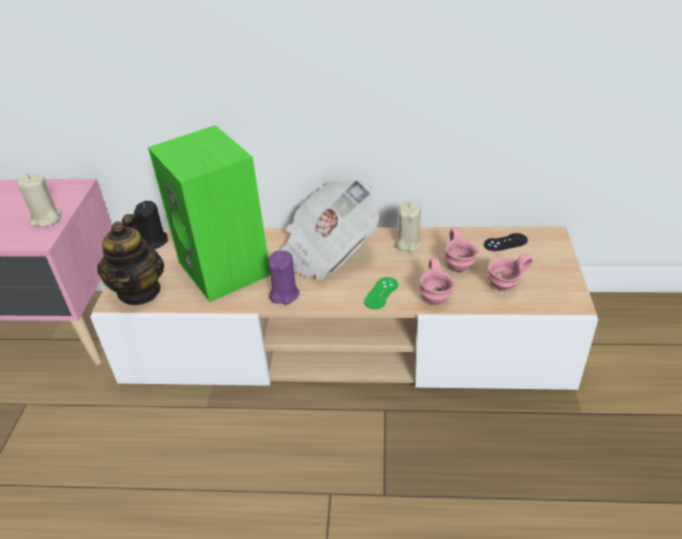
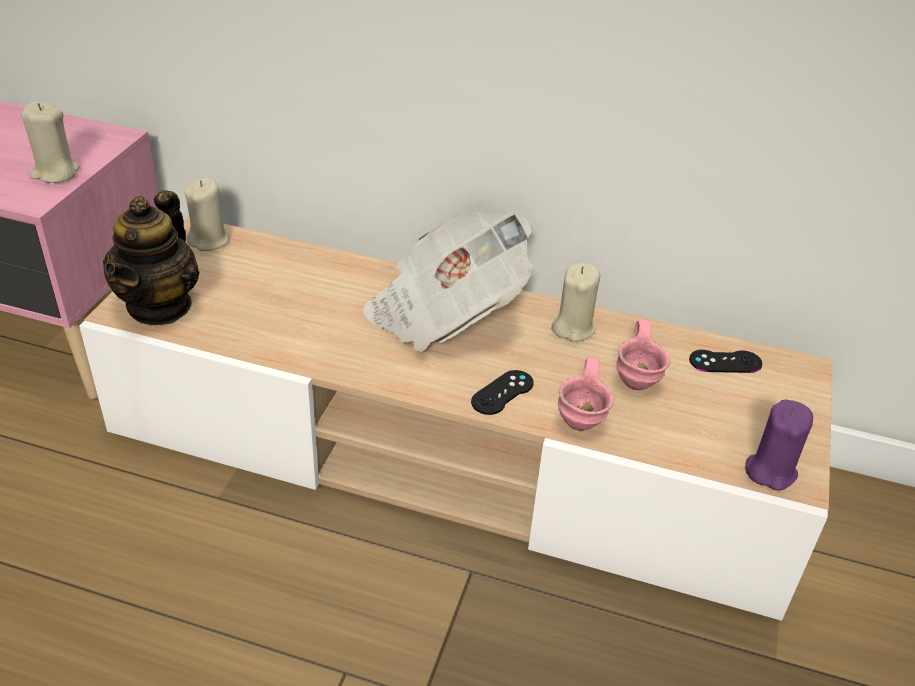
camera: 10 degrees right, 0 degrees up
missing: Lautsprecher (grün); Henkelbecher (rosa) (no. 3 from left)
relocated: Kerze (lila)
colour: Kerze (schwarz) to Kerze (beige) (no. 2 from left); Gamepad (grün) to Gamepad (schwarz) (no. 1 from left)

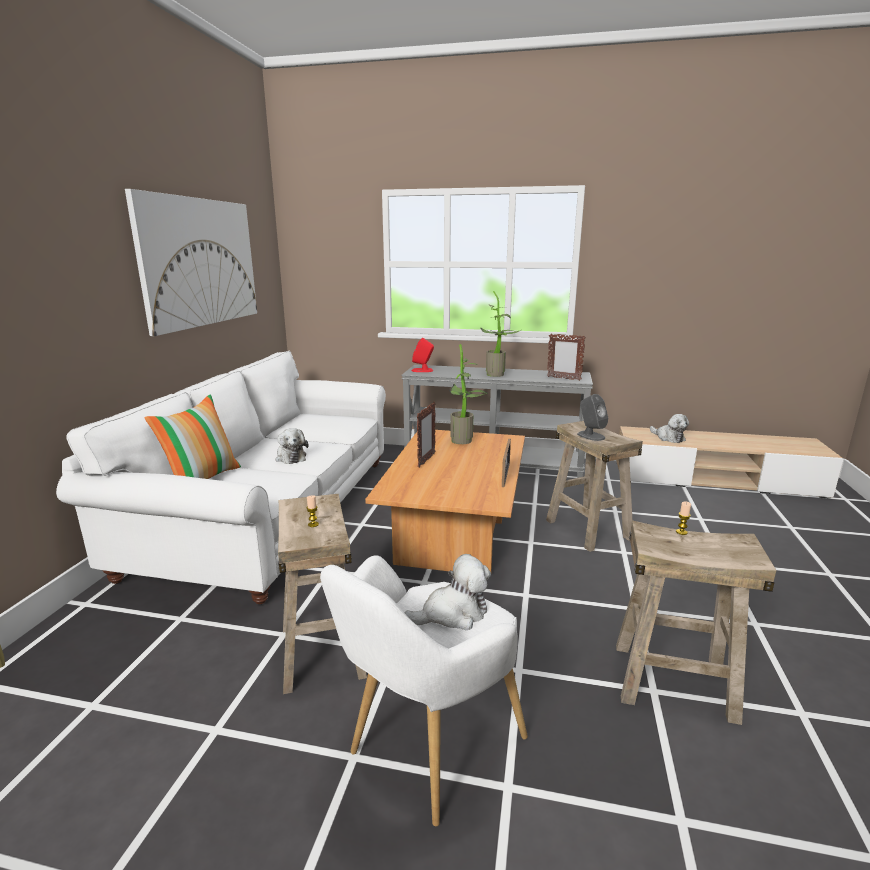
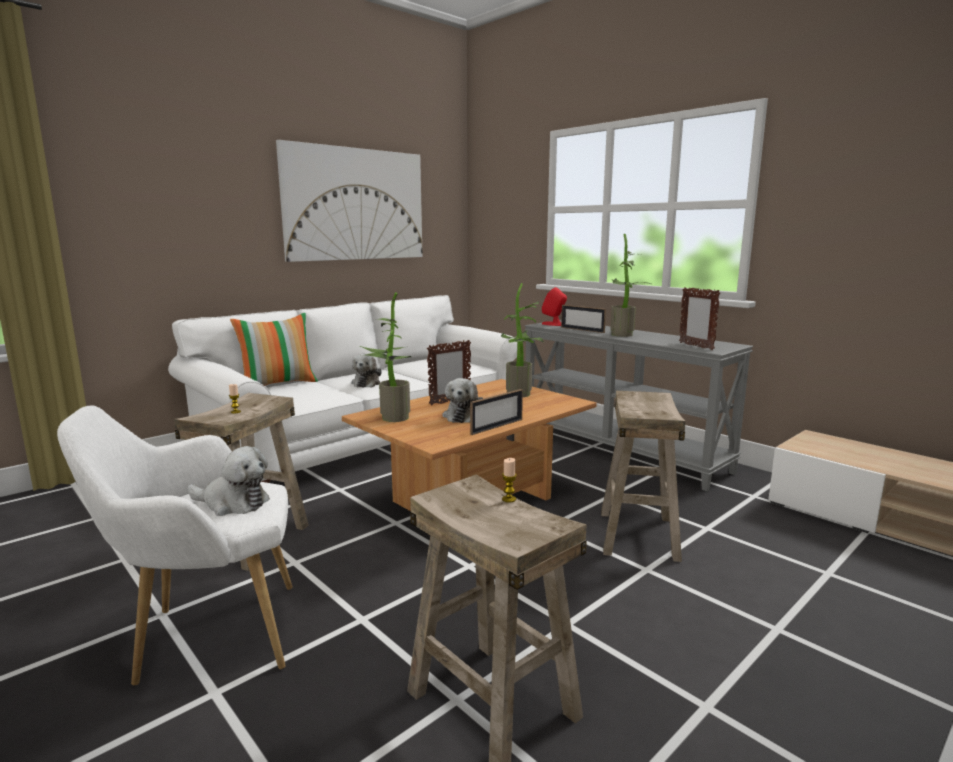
camera: 35 degrees right, 5 degrees down
missing: Lautsprecher (grau)
appeared: Topfpflanze (no. 1 from left); Bilderrahmen (no. 3 from left)
relocated: Plüschtier (no. 3 from left)

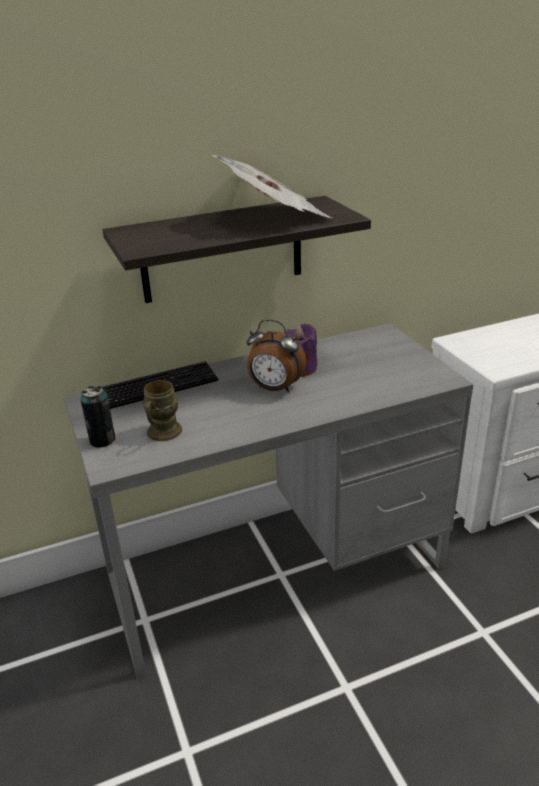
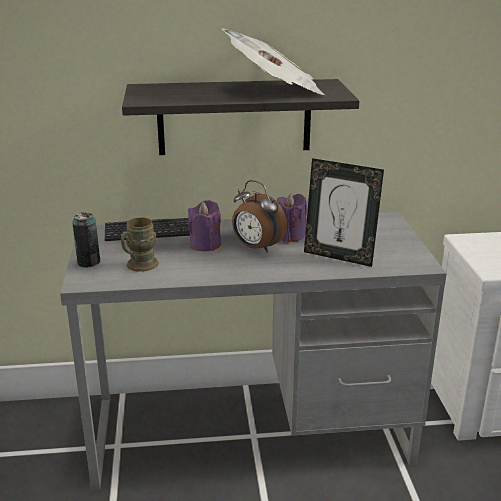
camera: 15 degrees right, 5 degrees down
appeared: Kerze (lila) (no. 1 from left); Bilderrahmen

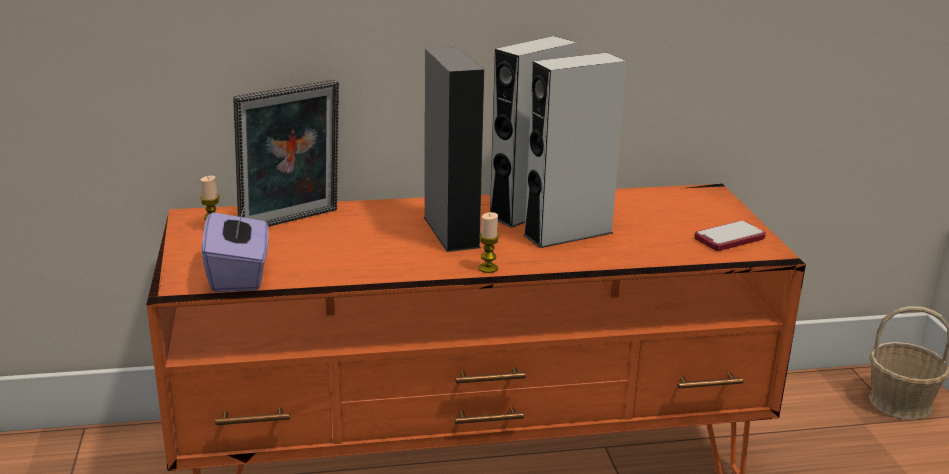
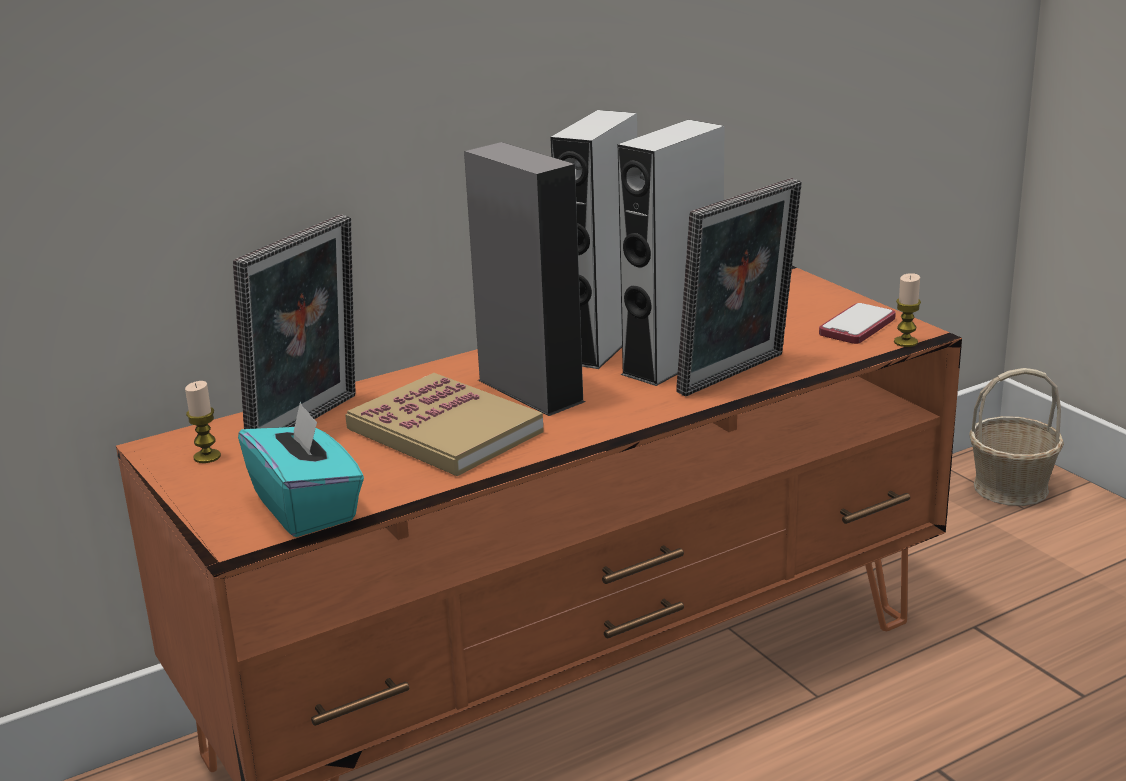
camera: 20 degrees left, 0 degrees up
appeared: Buch; Bilderrahmen (no. 2 from left)
relocated: Kerze (no. 2 from left)
colour: Taschentuchbox (lila) to Taschentuchbox (türkis)

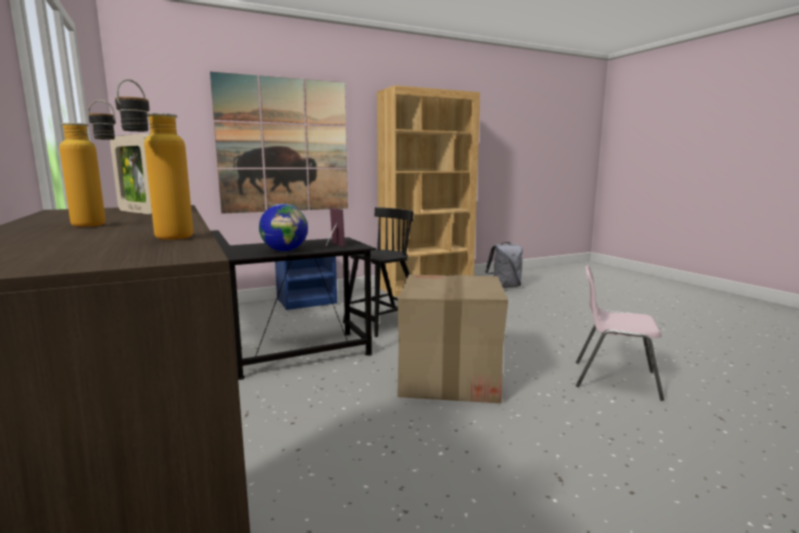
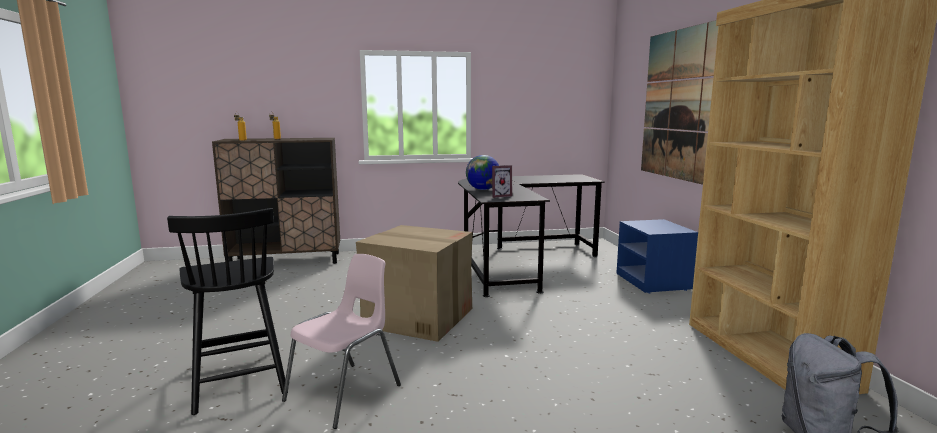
camera: 105 degrees right, 0 degrees up
missing: Bilderrahmen (no. 1 from left)
relocated: Stuhl (schwarz)

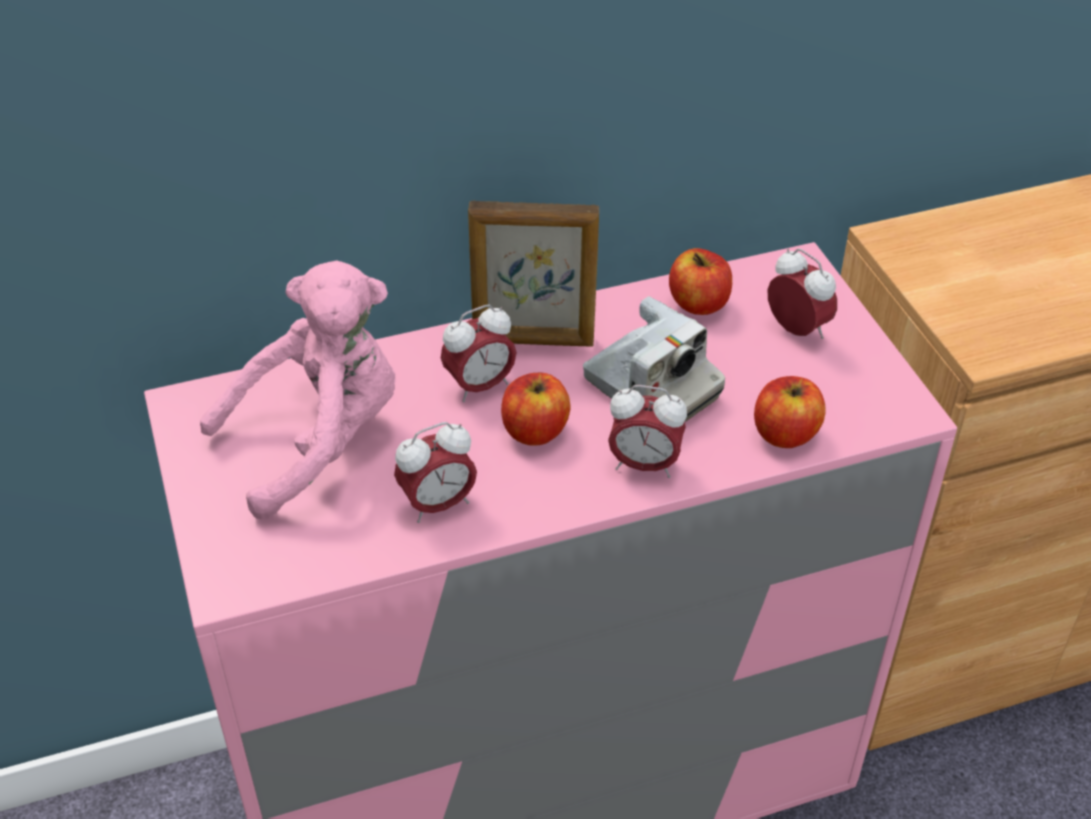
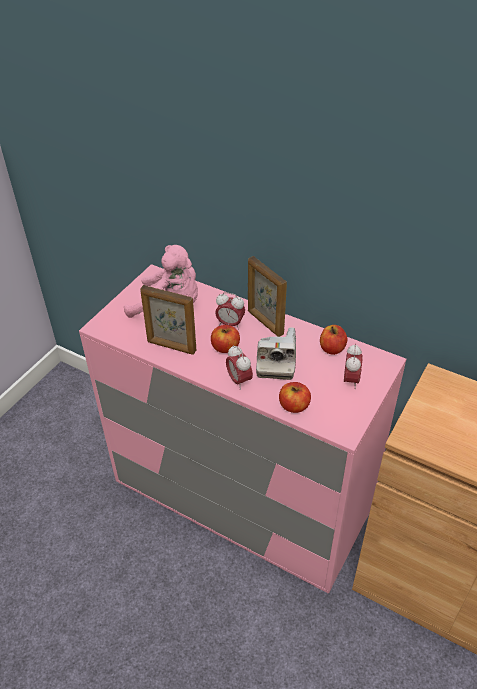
camera: 50 degrees right, 0 degrees up
exchanged: Wecker (no. 1 from left) to Bilderrahmen (no. 1 from left)

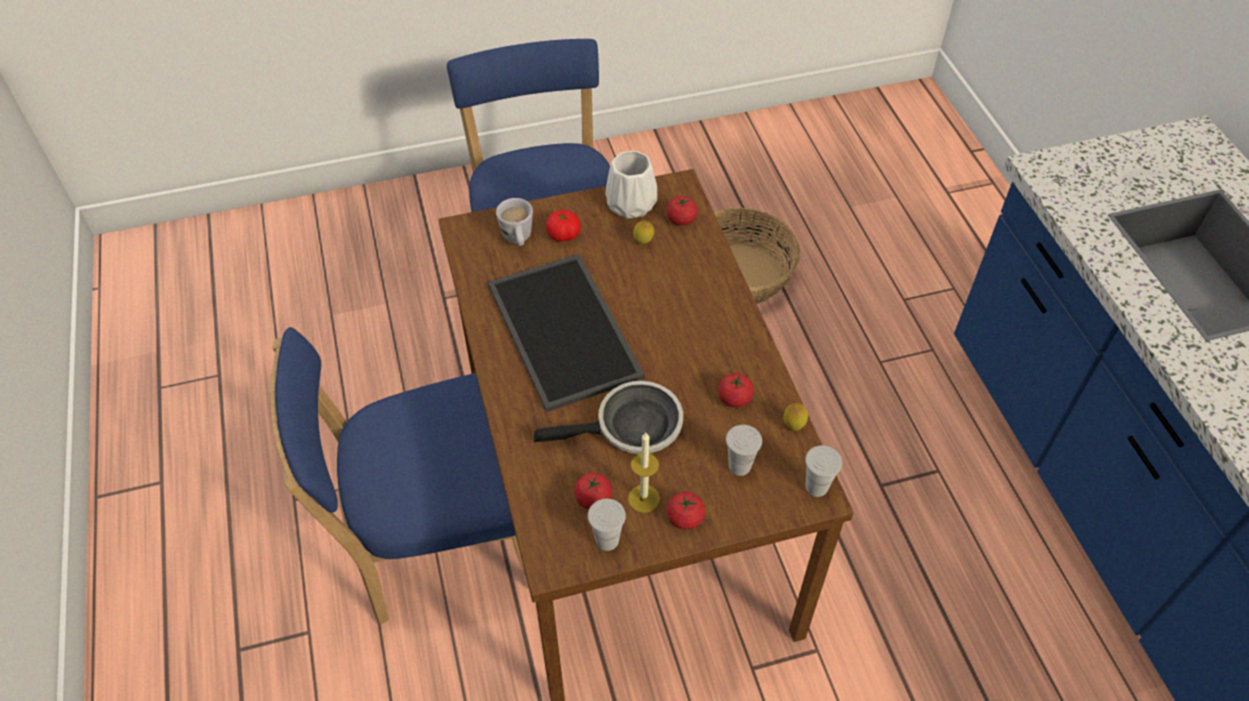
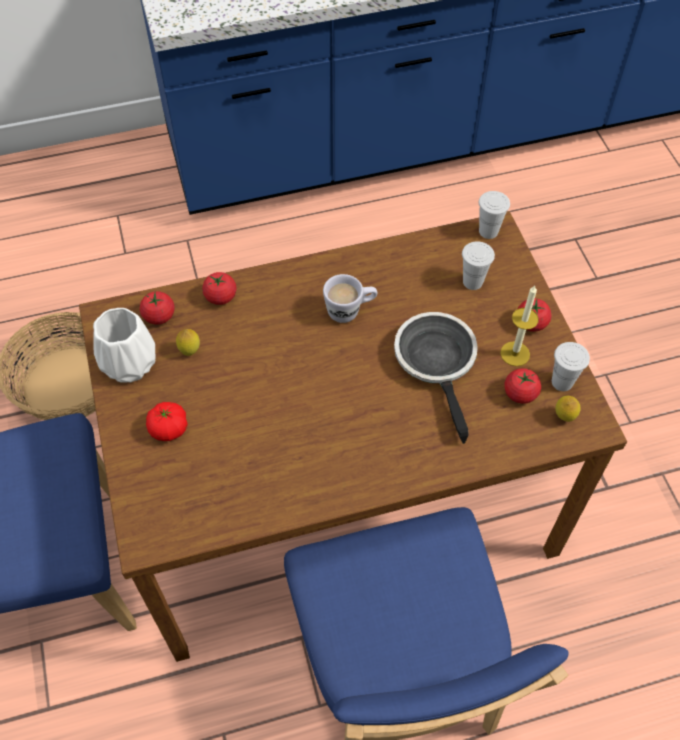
camera: 90 degrees left, 5 degrees up
missing: Tablett
relocated: Henkelbecher (weiß); Tomate (no. 5 from left in the first image) to Tomate (no. 3 from left); Zitrone (no. 2 from left)

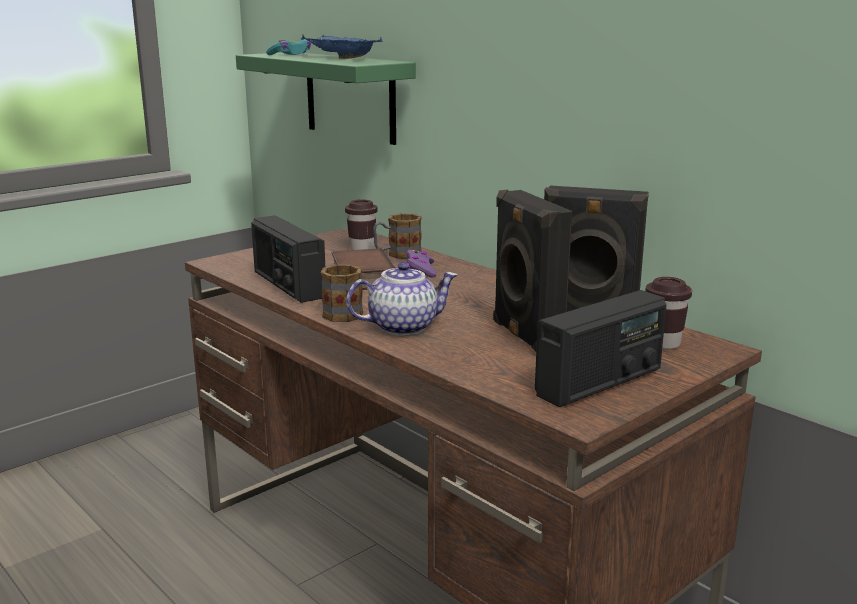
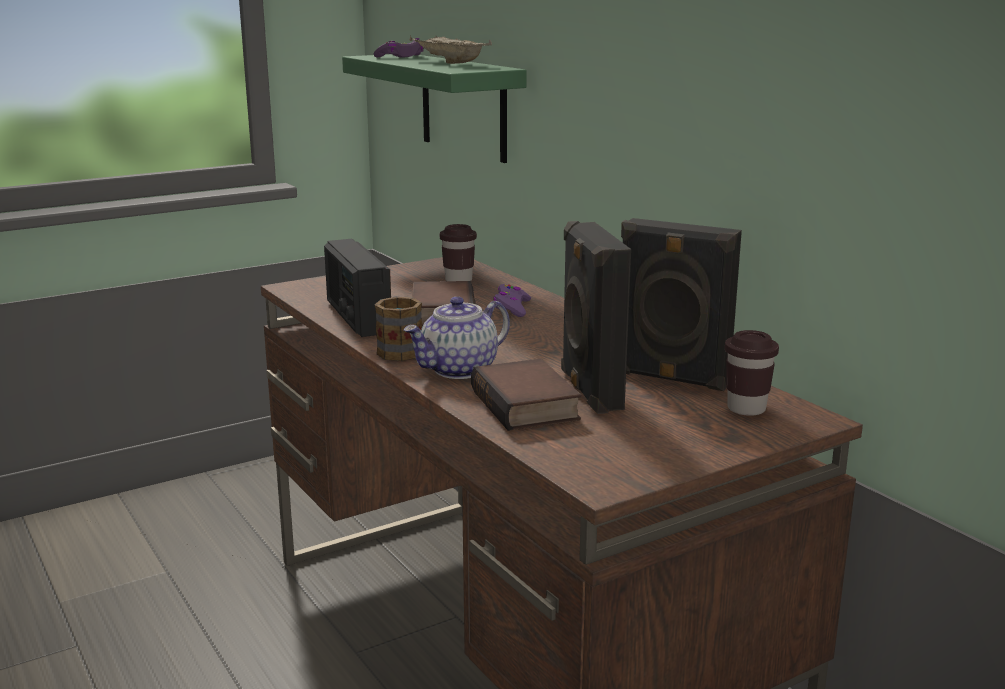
camera: 10 degrees right, 0 degrees up
missing: Henkelbecher (no. 2 from left); Radio (no. 2 from left)
appeared: Buch (no. 2 from left)
colour: Gamepad (türkis) to Gamepad (lila) (no. 1 from left); Tablett (blau) to Tablett (beige)
spun: Teekanne 150 degrees clockwise

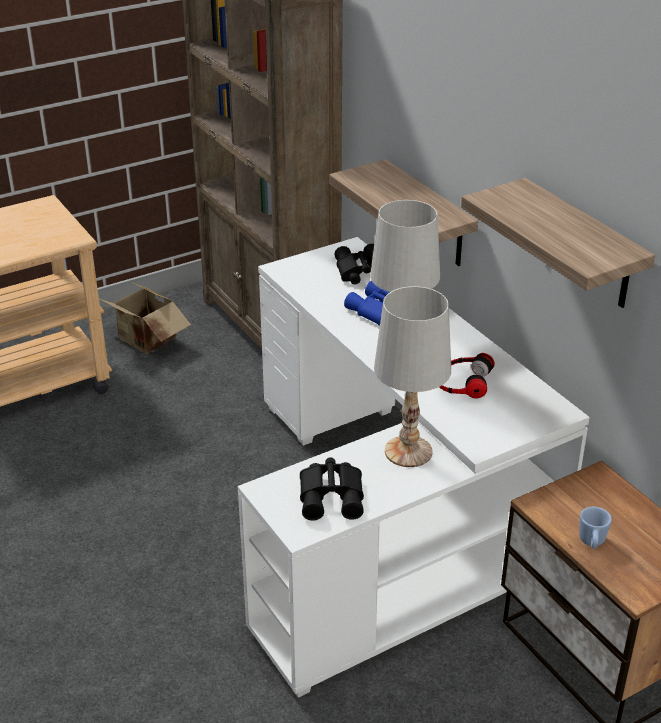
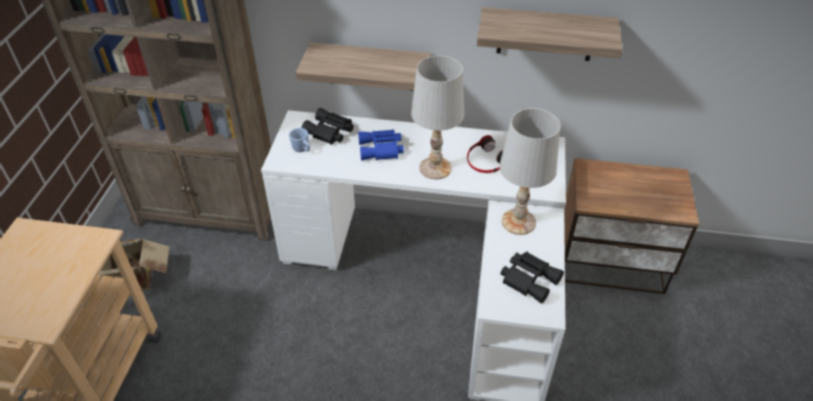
camera: 50 degrees left, 10 degrees up
relocated: Henkelbecher (blau)

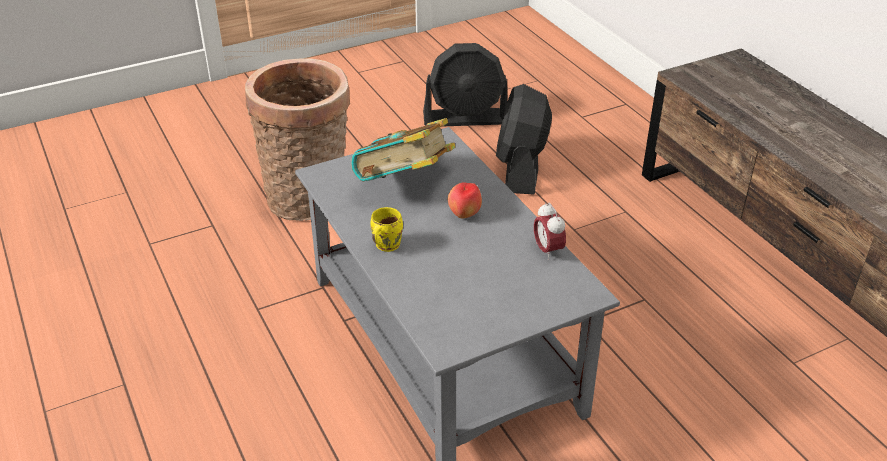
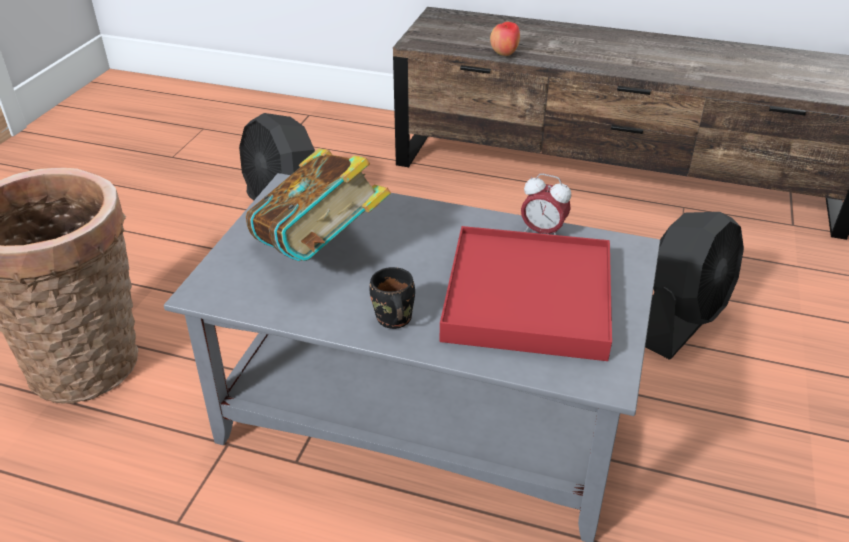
camera: 45 degrees left, 0 degrees up
appeared: Tablett (rot)
relocated: Ventilator (schwarz) (no. 1 from left in the first image) to Ventilator (schwarz) (no. 2 from left); Apfel
colour: Henkelbecher (gelb) to Henkelbecher (schwarz)

